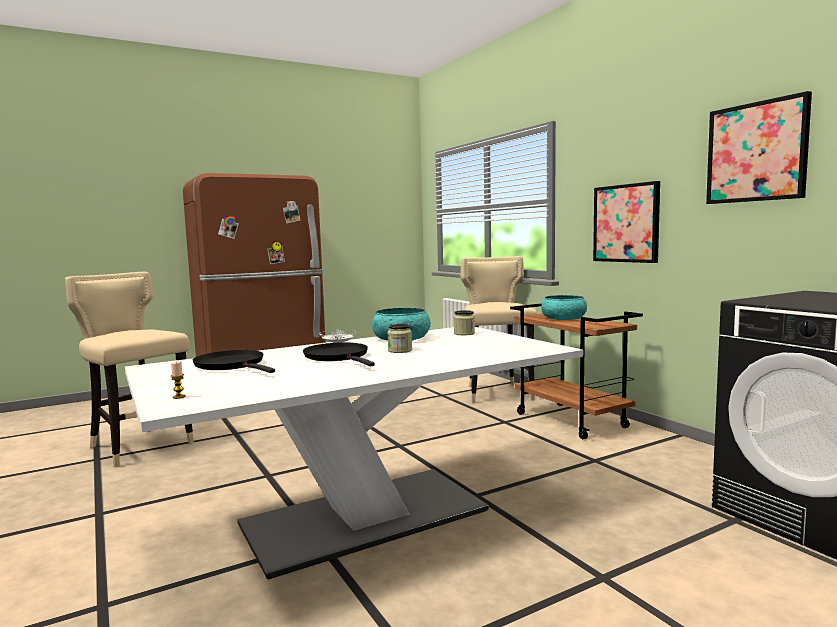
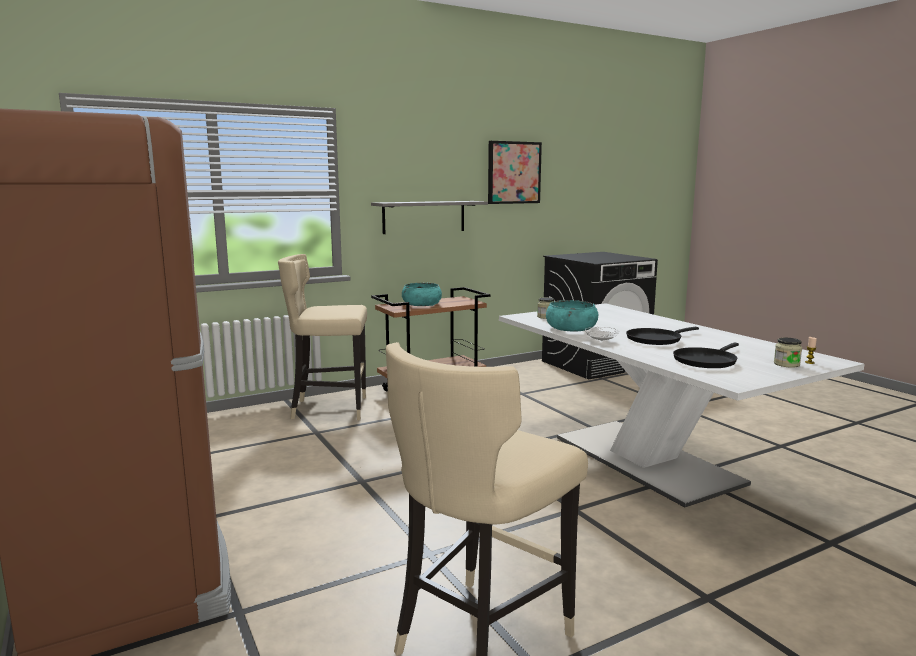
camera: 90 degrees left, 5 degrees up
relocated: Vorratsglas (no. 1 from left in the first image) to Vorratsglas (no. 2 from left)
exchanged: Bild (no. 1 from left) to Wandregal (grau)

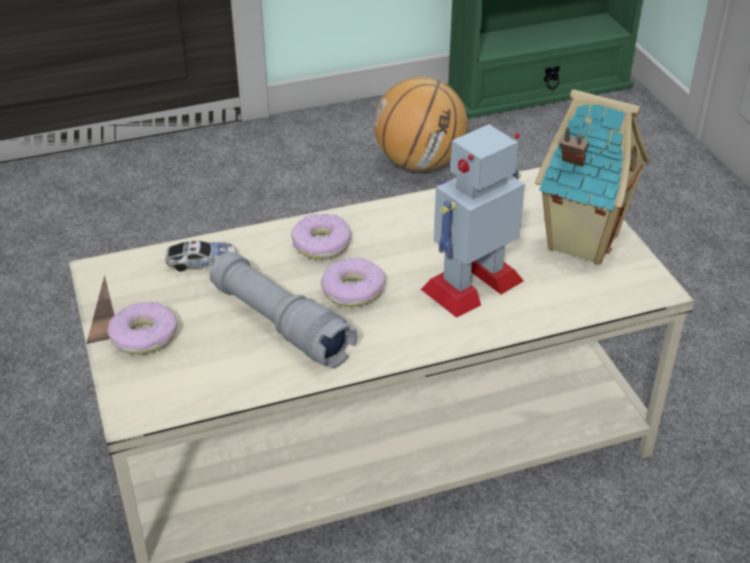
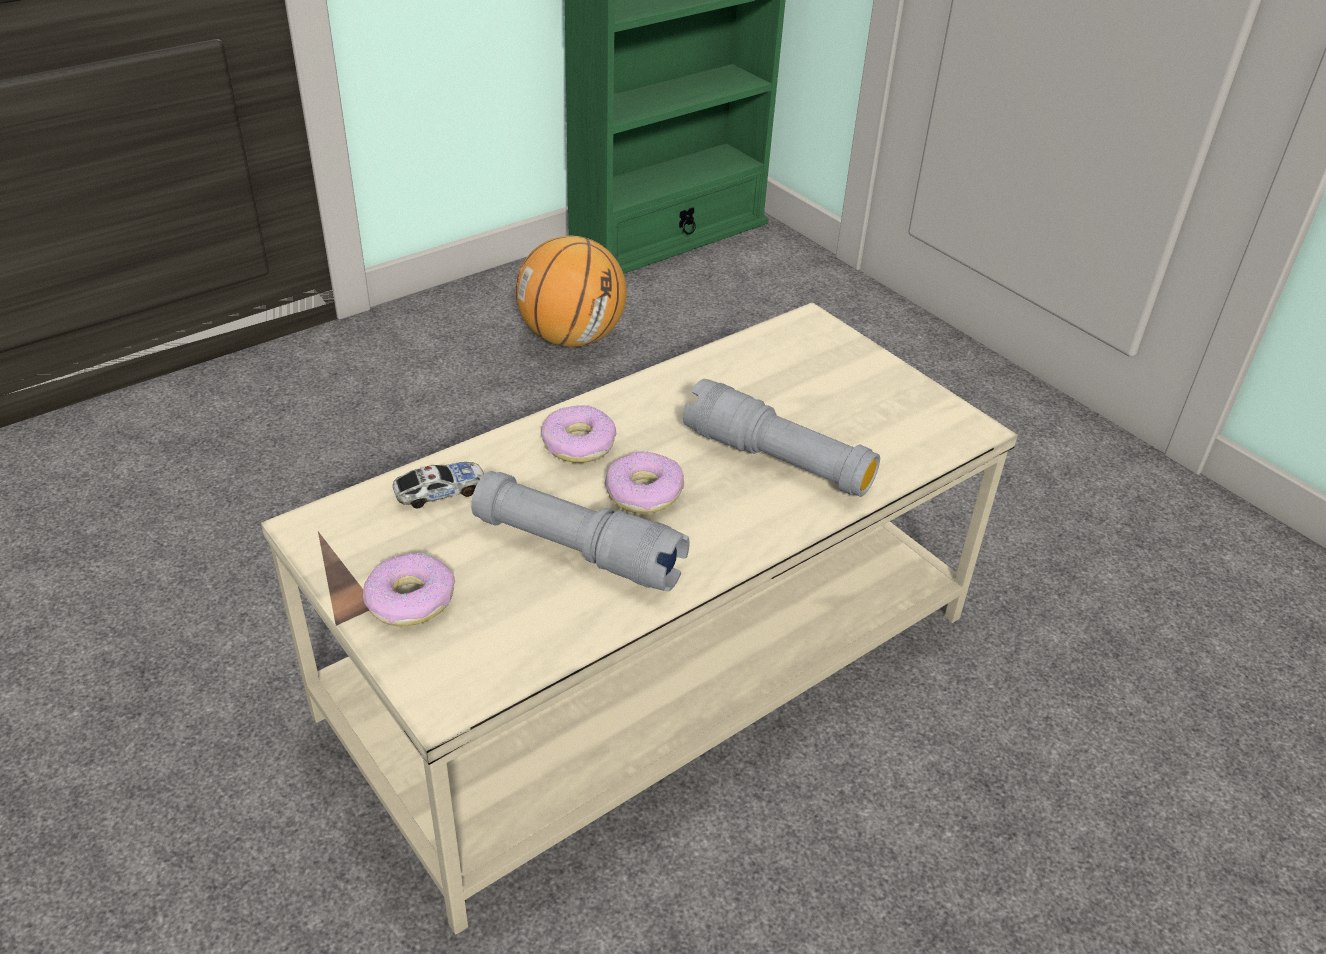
camera: 20 degrees left, 0 degrees up
missing: Spielzeughaus
exchanged: Spielzeugroboter to Taschenlampe (grau) (no. 2 from left)

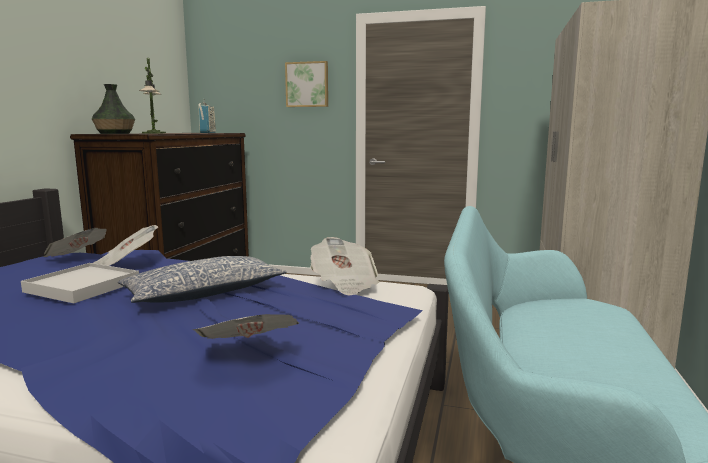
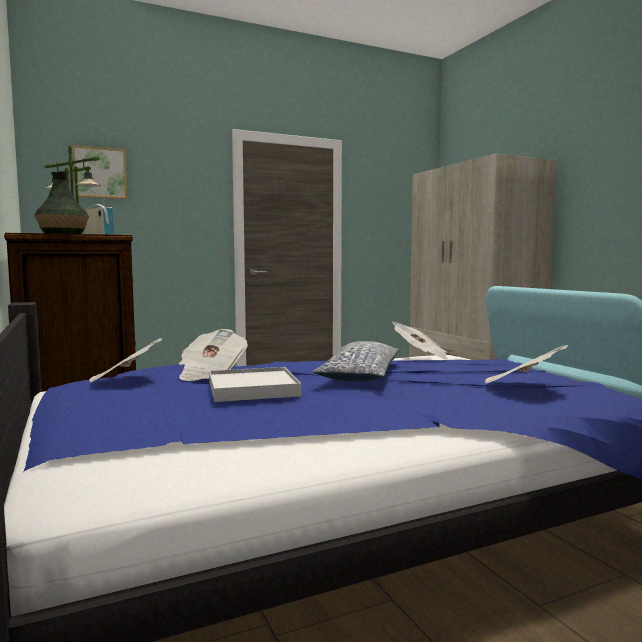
camera: 40 degrees left, 5 degrees down
relocated: Bild

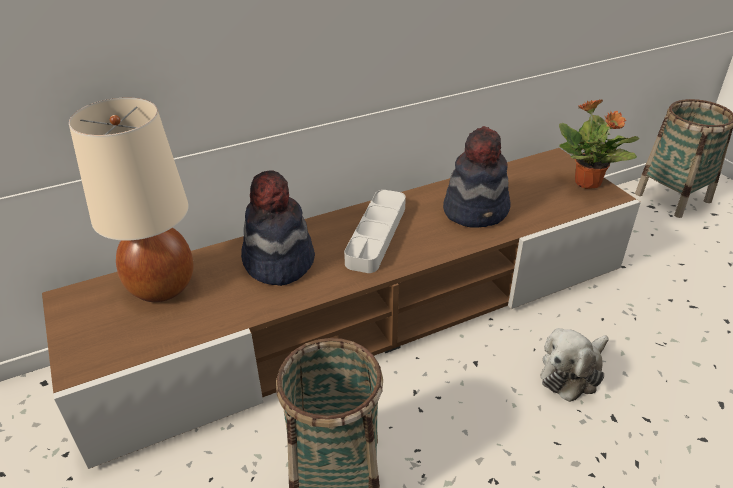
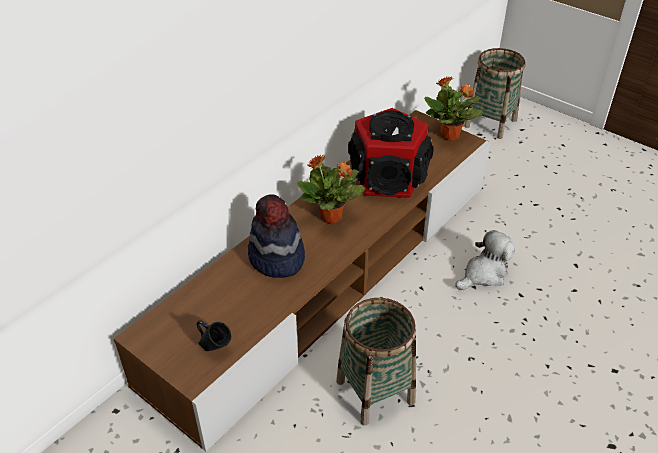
camera: 25 degrees left, 5 degrees up
missing: Tischlampe (beige)
appeared: Henkelbecher (blau)
exchanged: Tablett (grau) to Topfpflanze (no. 1 from left); Hut (no. 2 from left) to Lautsprecher
spun: Plüschtier 150 degrees counterclockwise

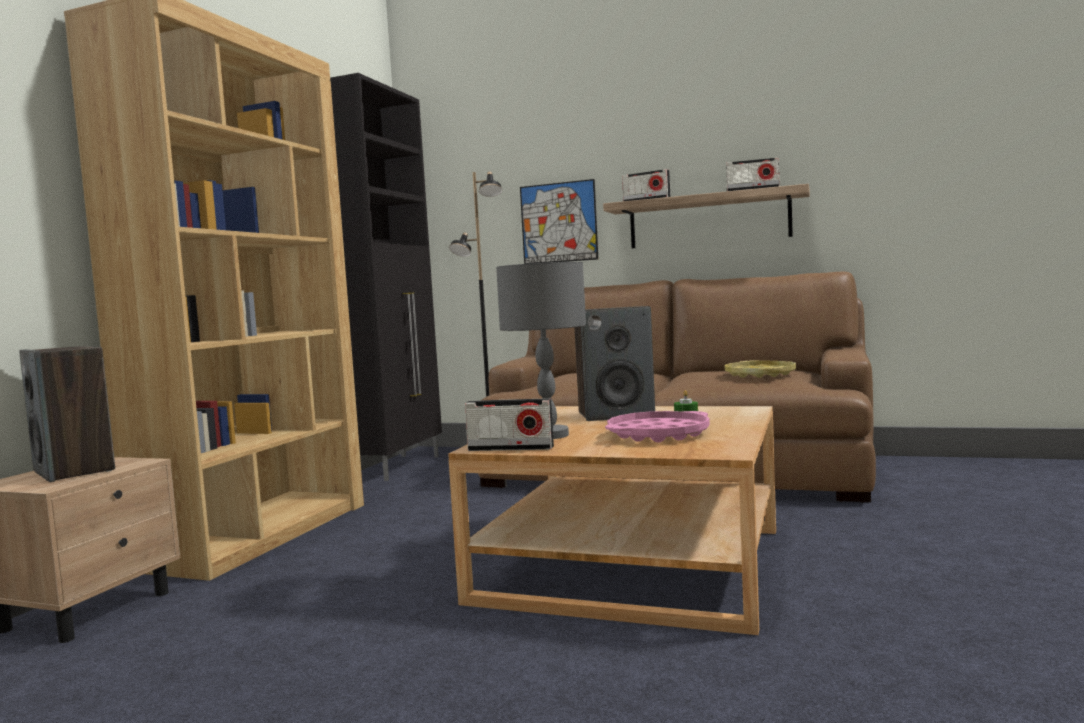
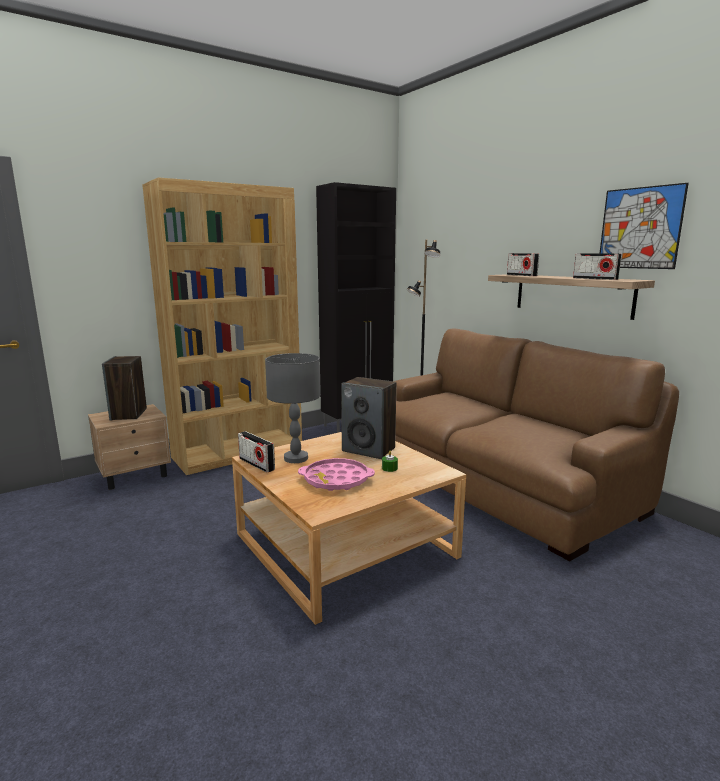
camera: 35 degrees right, 10 degrees up
missing: Tablett (gelb)
relocated: Bild

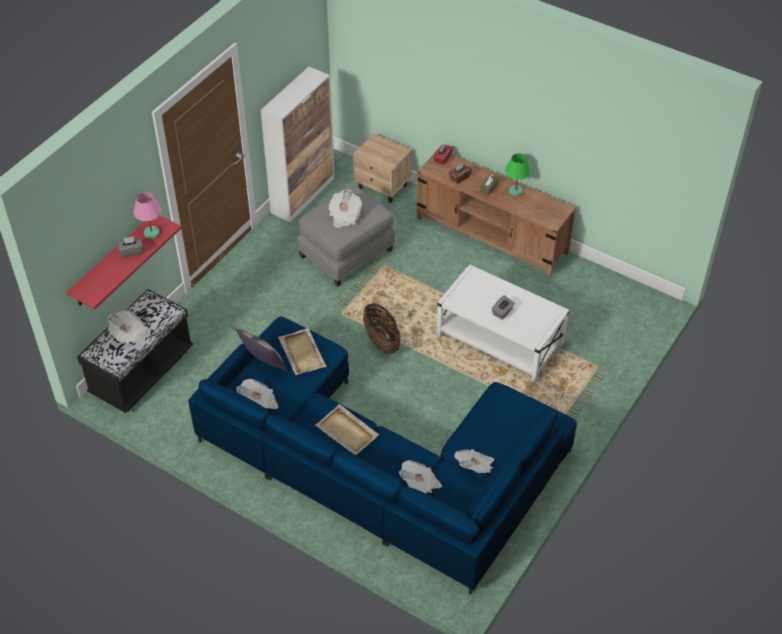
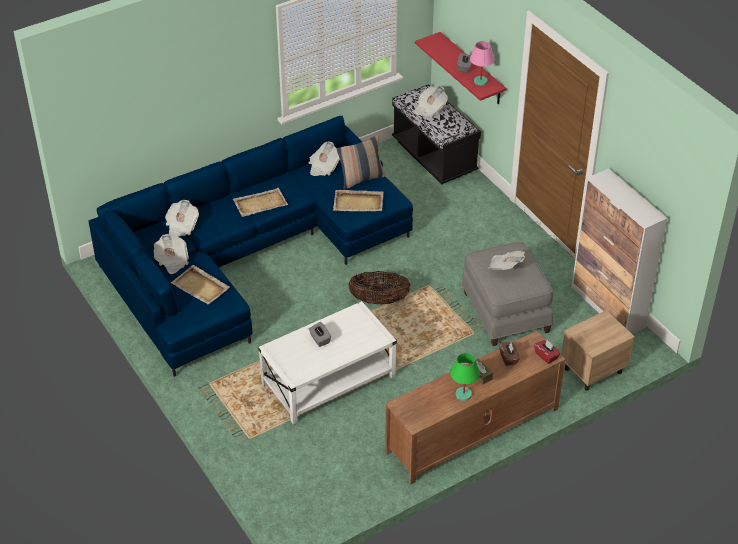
camera: 115 degrees right, 5 degrees down
appeared: Tablett (beige) (no. 1 from left)

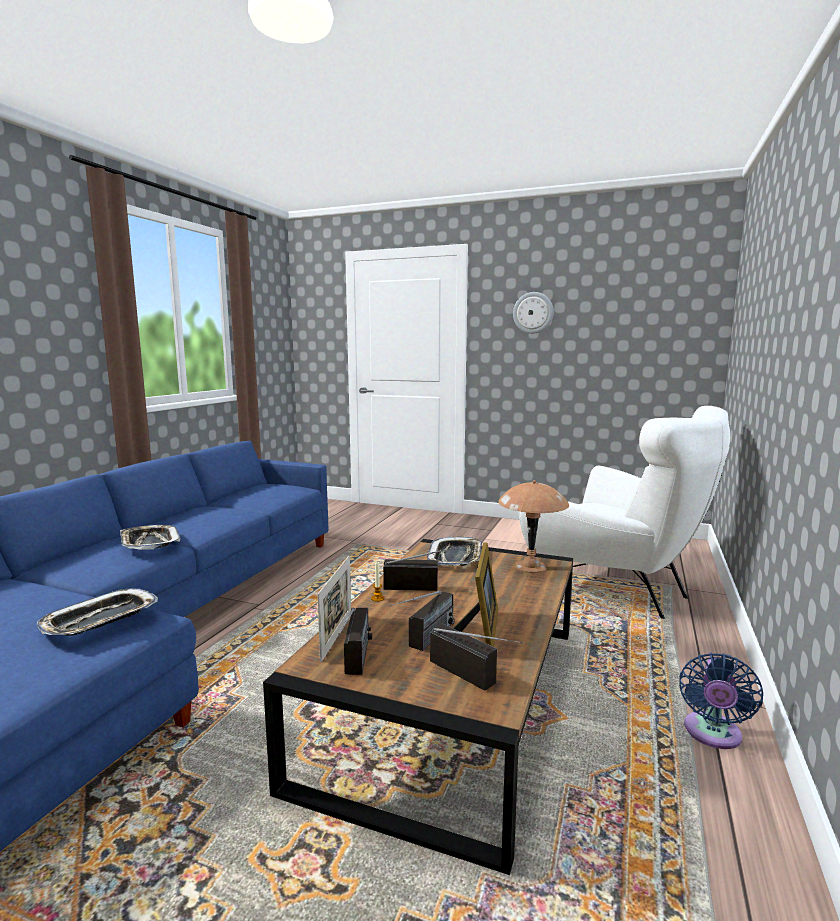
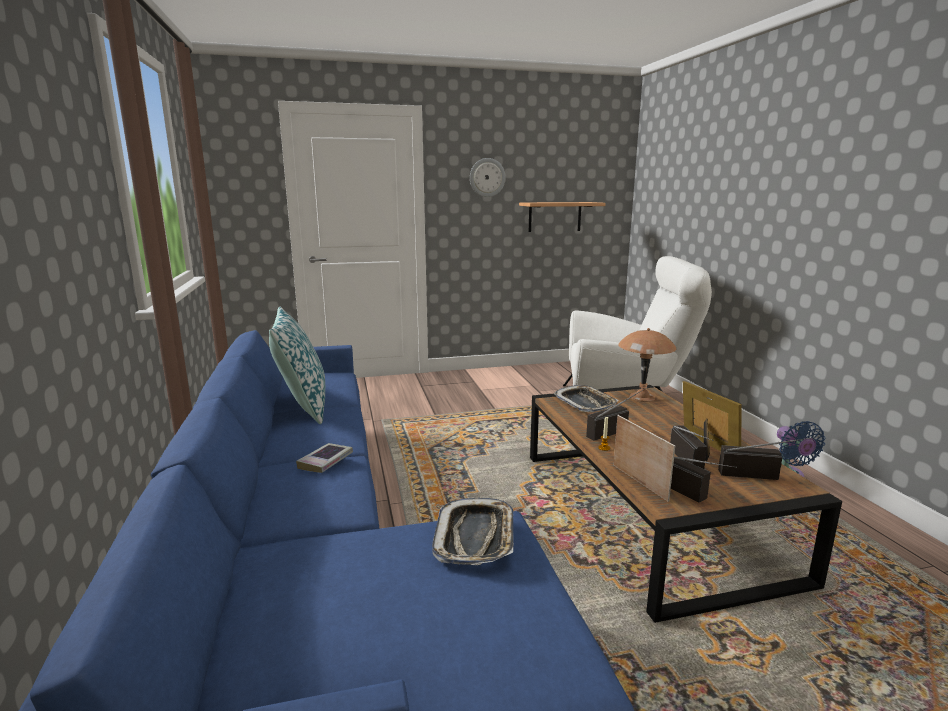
camera: 35 degrees left, 5 degrees up
appeared: Kissen; Wandregal
exchanged: Tablett (no. 2 from left) to Buch

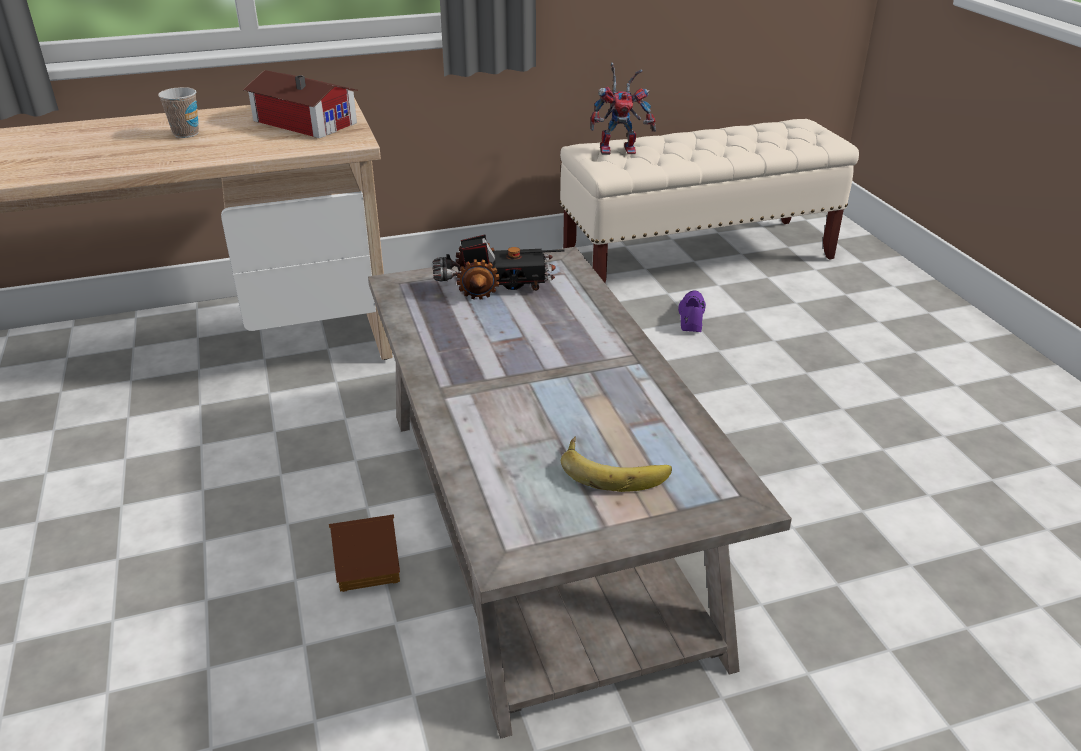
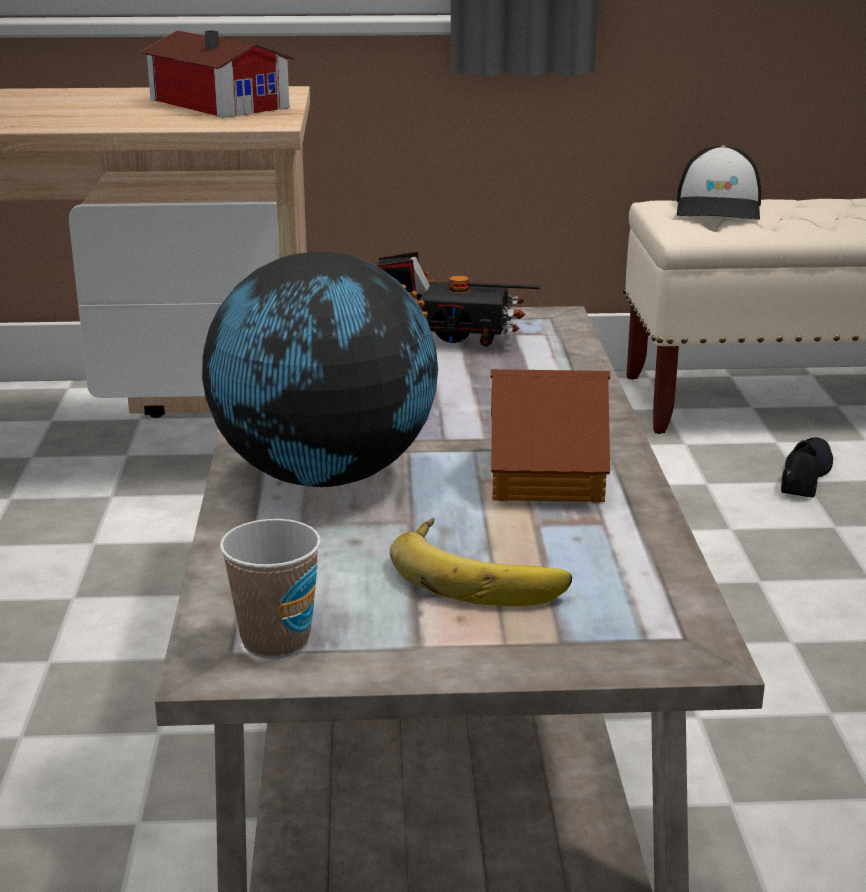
camera: 15 degrees right, 10 degrees down
appeared: Globus
relocated: Tasse; Spielzeughaus (no. 2 from left)
exchanged: Spielzeugroboter to Kappe
colour: Schuh (lila) to Schuh (schwarz)

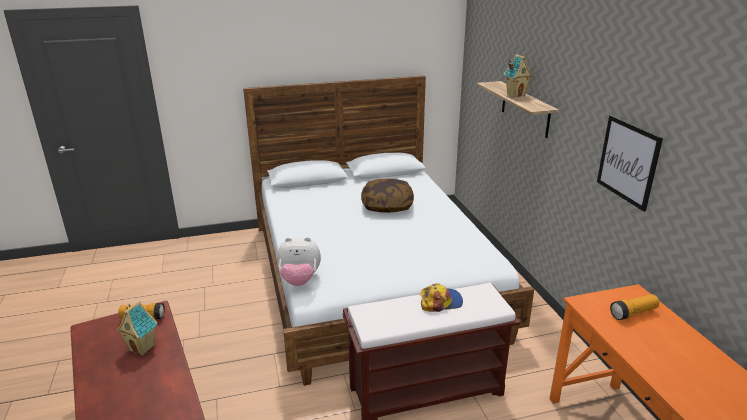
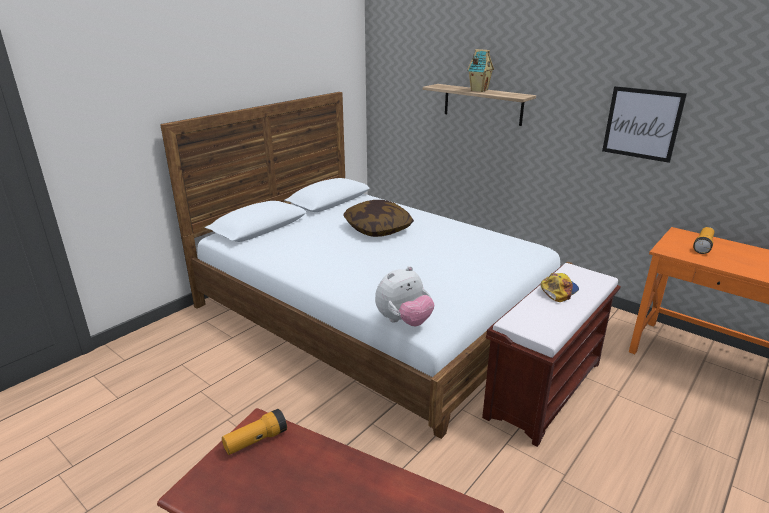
camera: 35 degrees left, 0 degrees up
missing: Spielzeughaus (no. 1 from left)

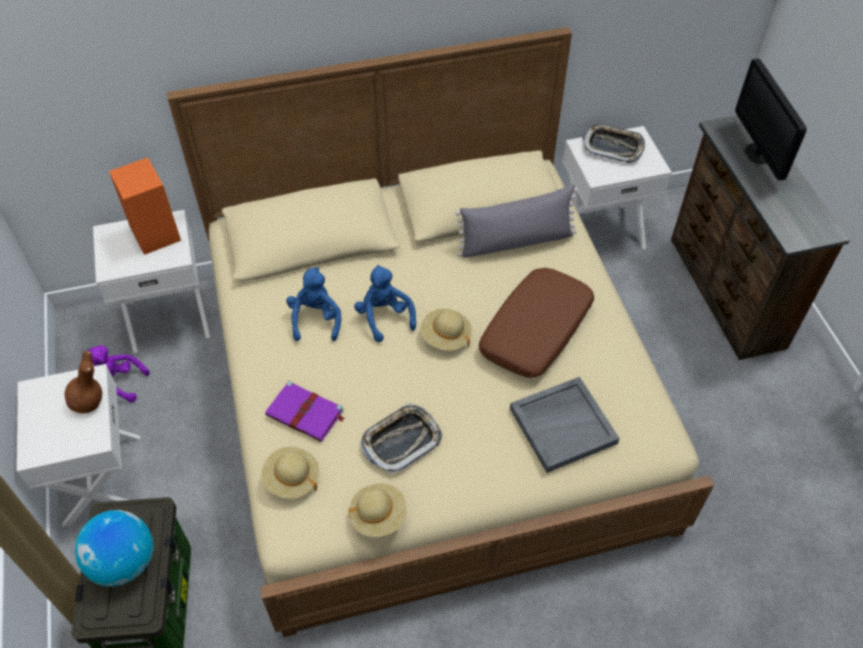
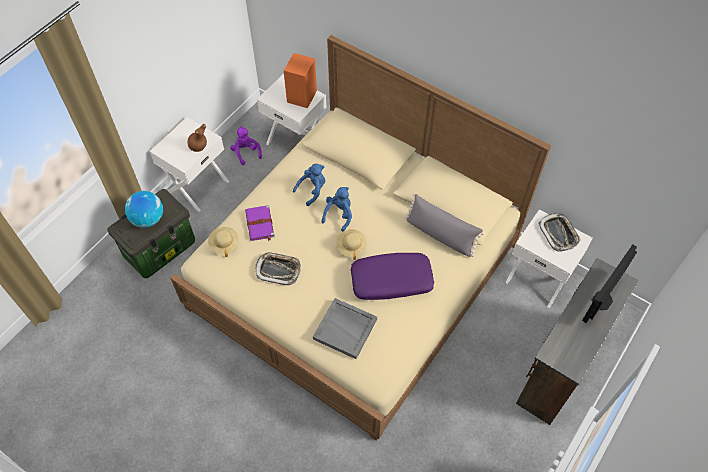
camera: 50 degrees right, 5 degrees up
missing: Hut (beige) (no. 2 from left)
colour: Kissen (braun) to Kissen (lila)

